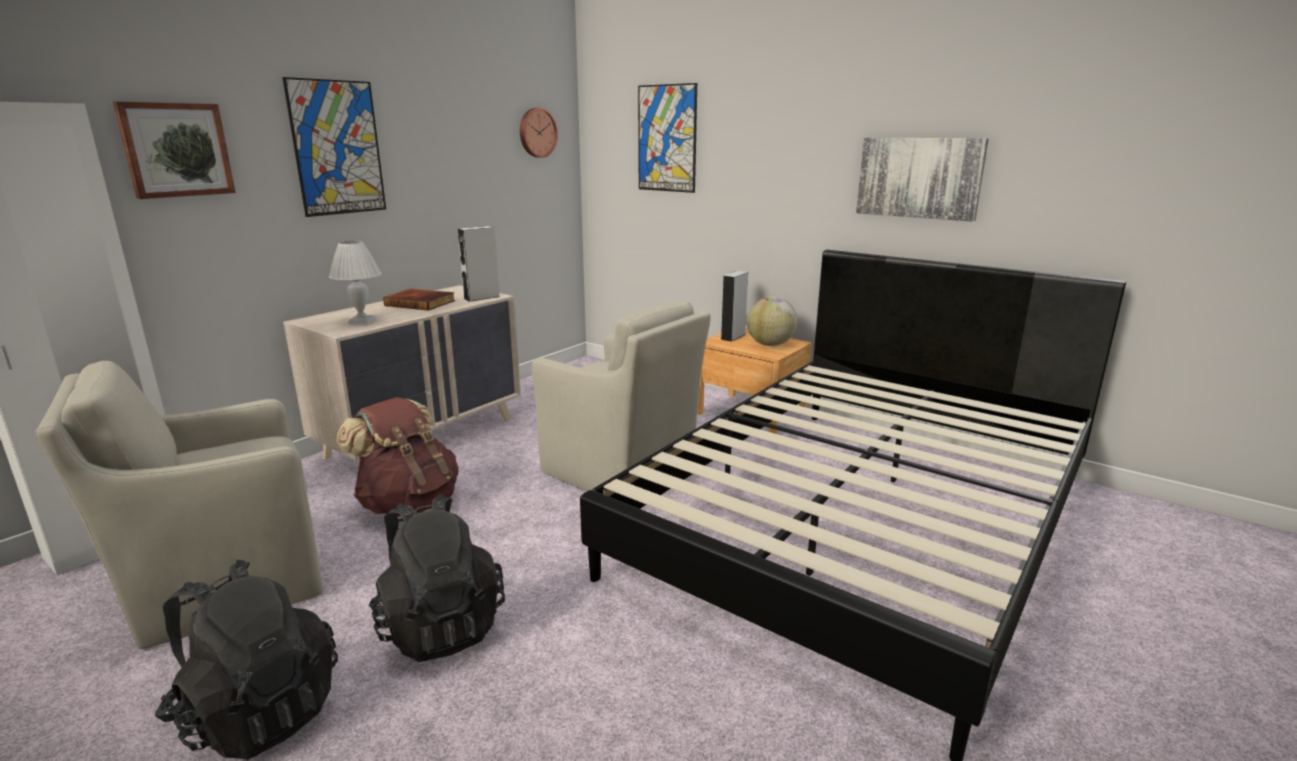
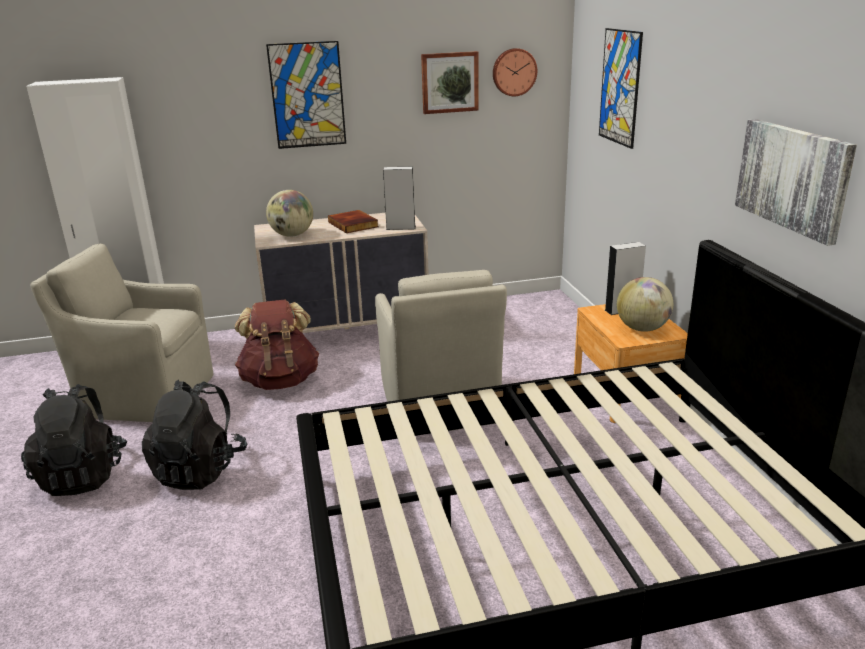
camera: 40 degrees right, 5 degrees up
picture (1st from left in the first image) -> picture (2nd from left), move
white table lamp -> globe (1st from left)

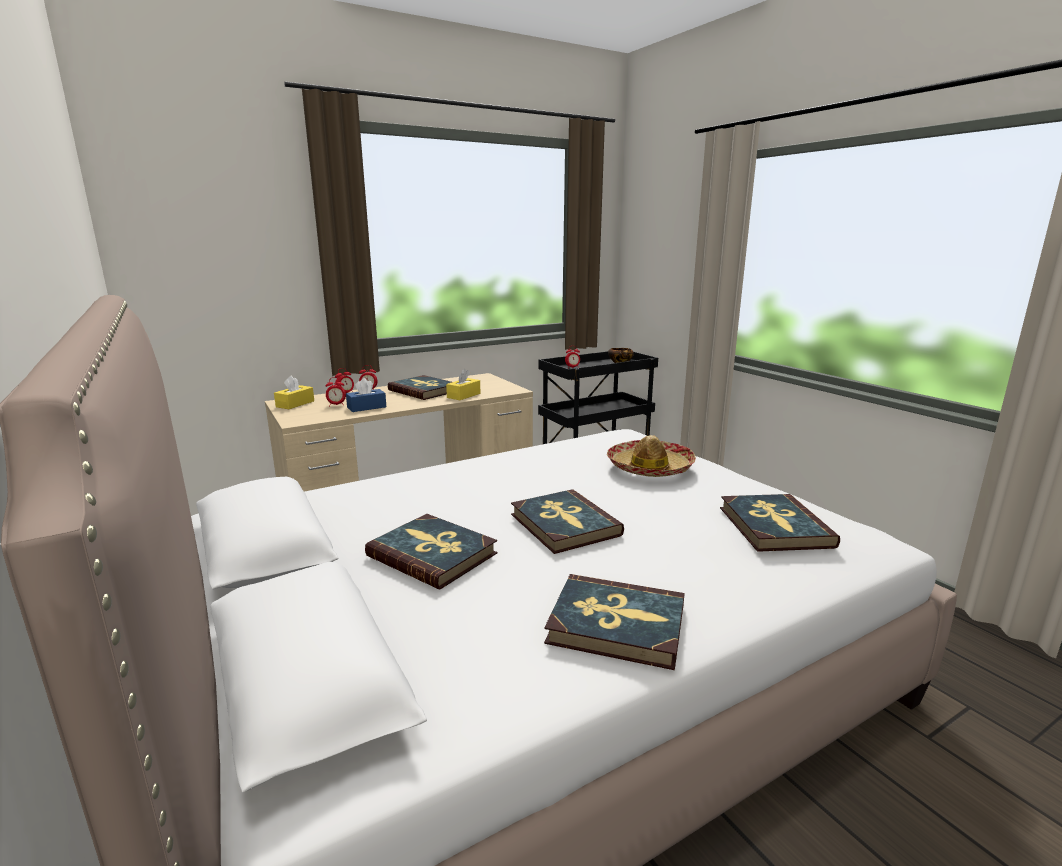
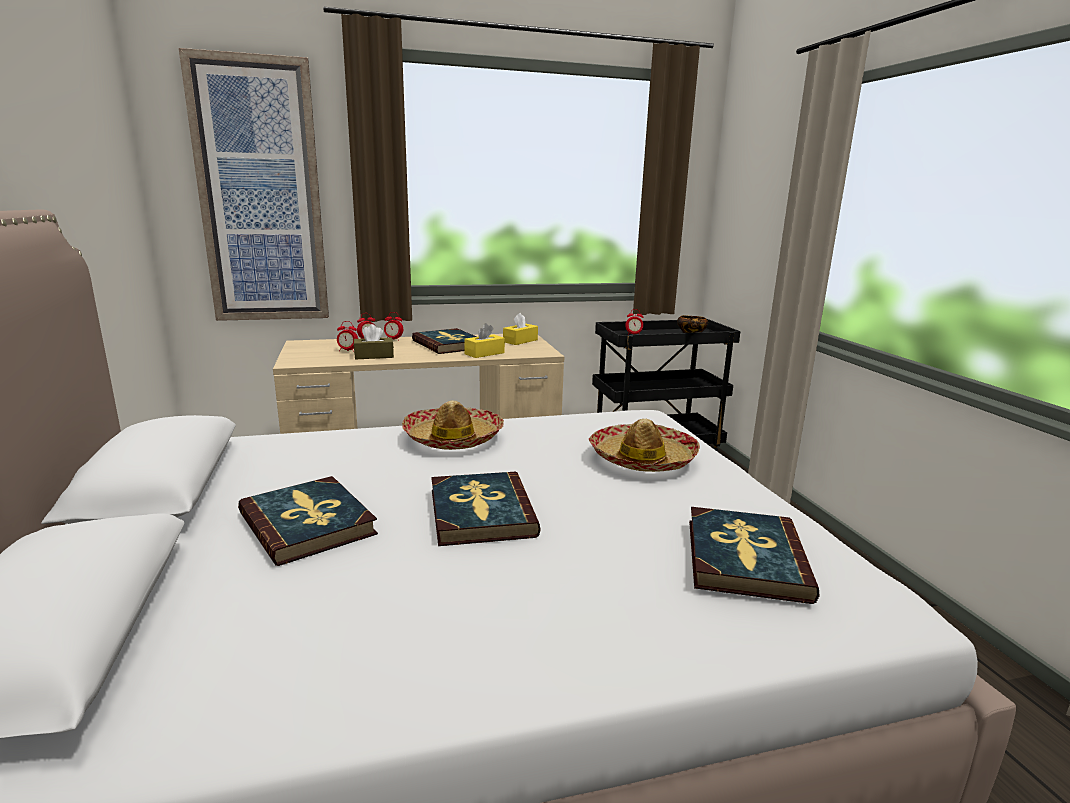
camera: 15 degrees right, 0 degrees up
yellow tissue box (1st from left in the first image) -> yellow tissue box (2nd from left), move
blue tissue box -> brown tissue box
book (4th from left) -> none
none -> picture
none -> hat (1st from left)

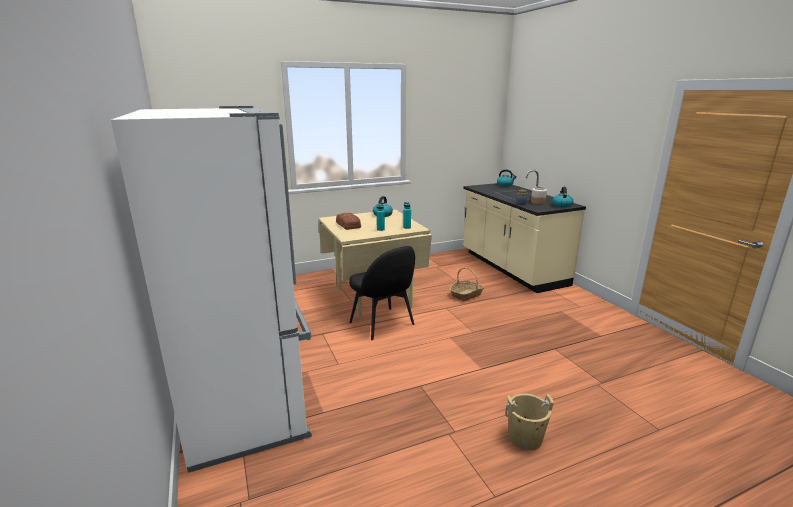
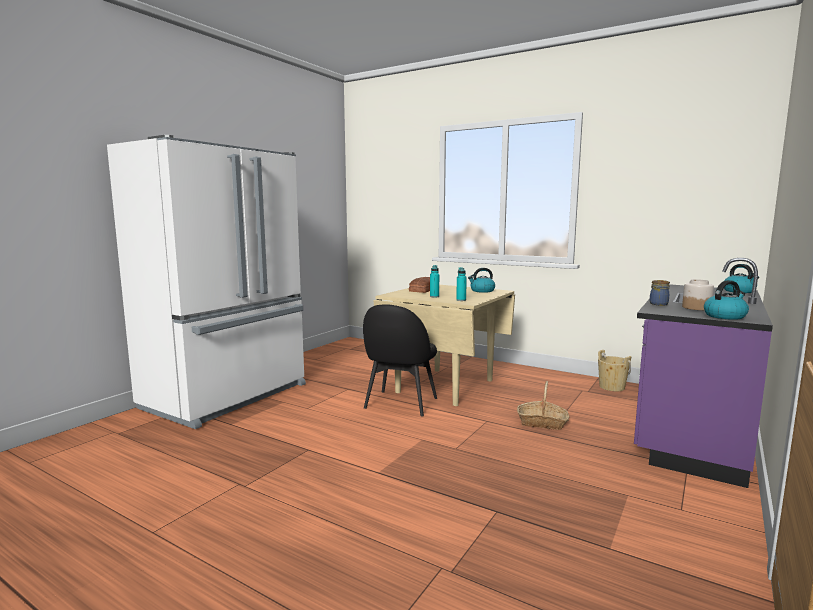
camera: 55 degrees right, 10 degrees down
beige counter -> purple counter
beige bucket, move

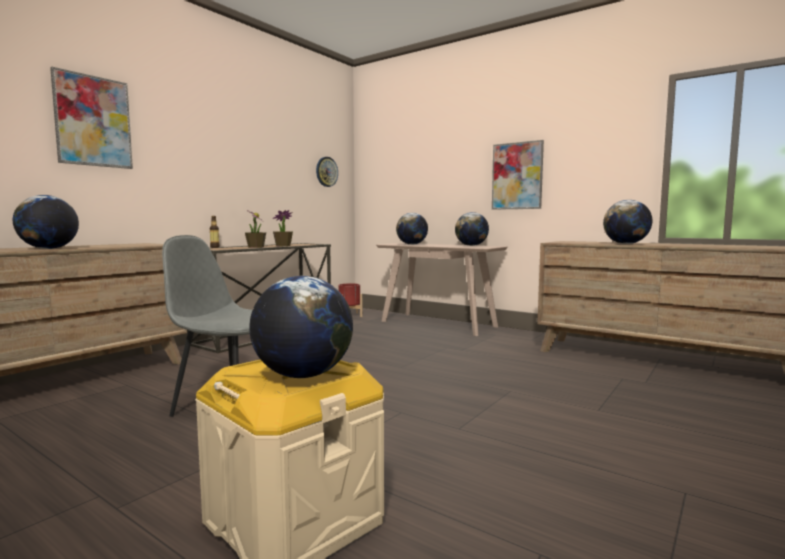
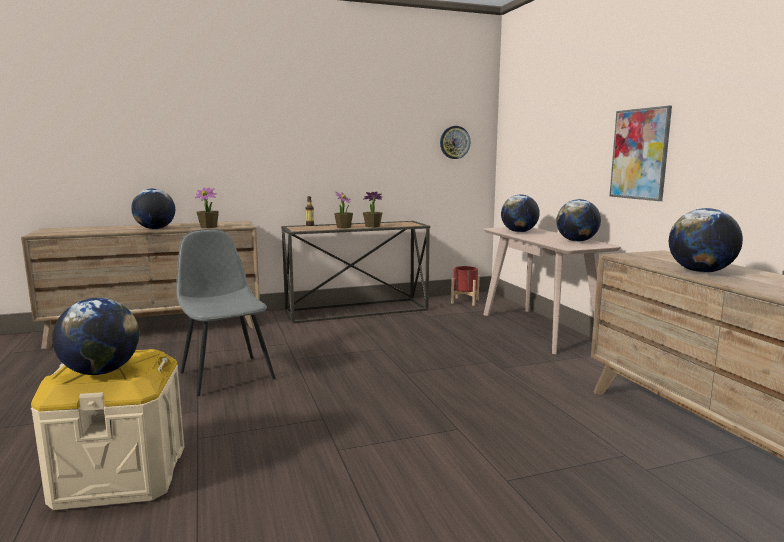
camera: 35 degrees right, 5 degrees up
picture (1st from left) -> none
none -> potted plant (1st from left)

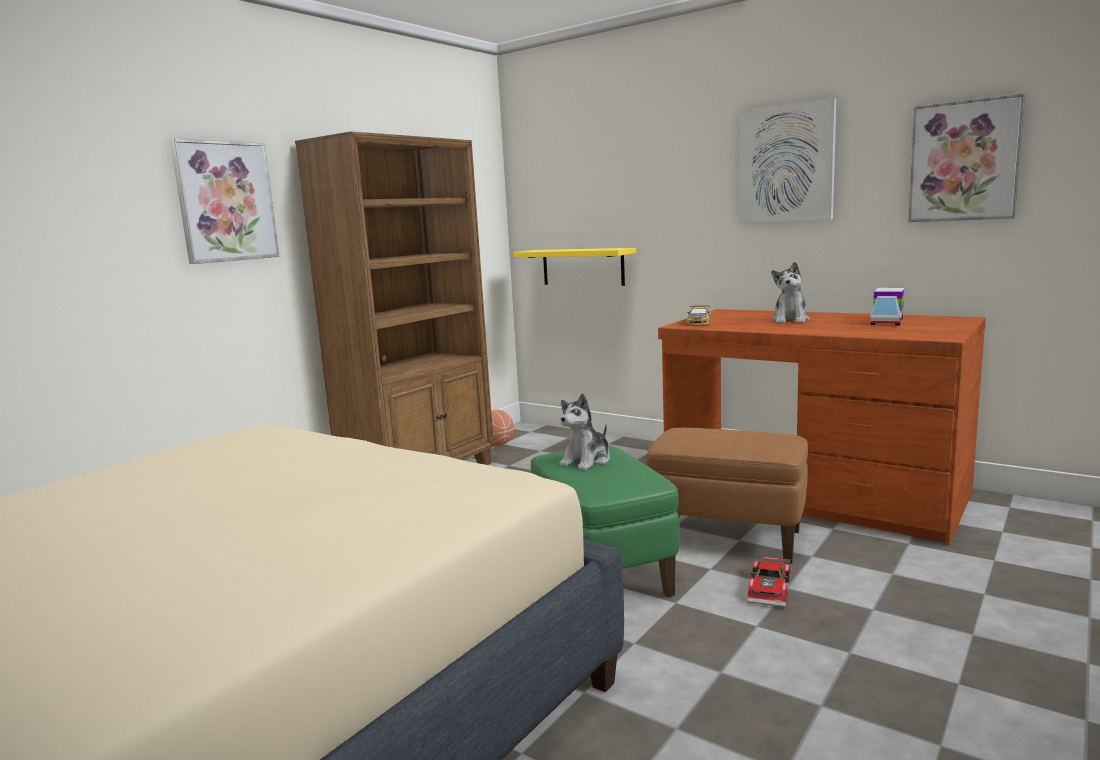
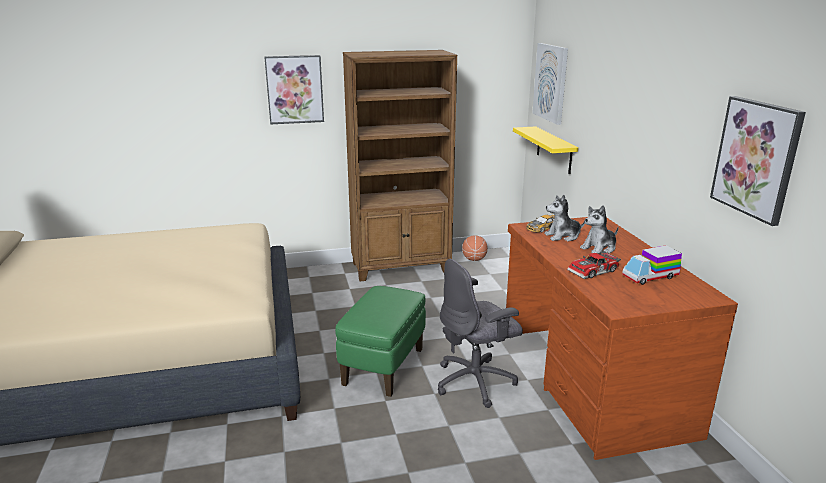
camera: 40 degrees right, 10 degrees up
plush toy (1st from left), move
brown ottoman -> grey office chair
picture (2nd from left), move
toy car (2nd from left), move

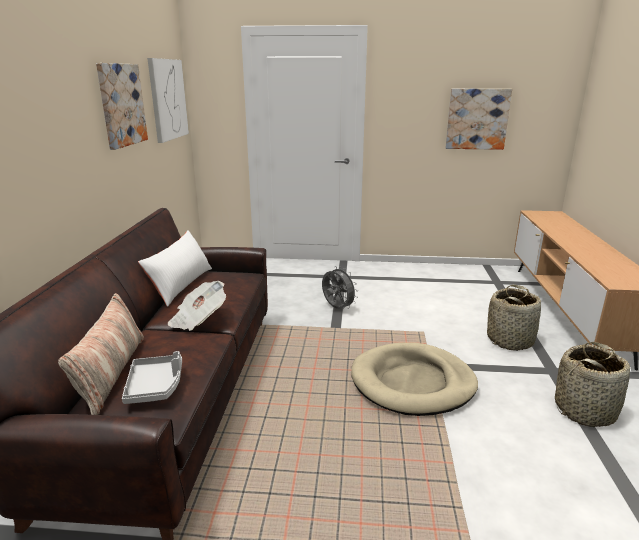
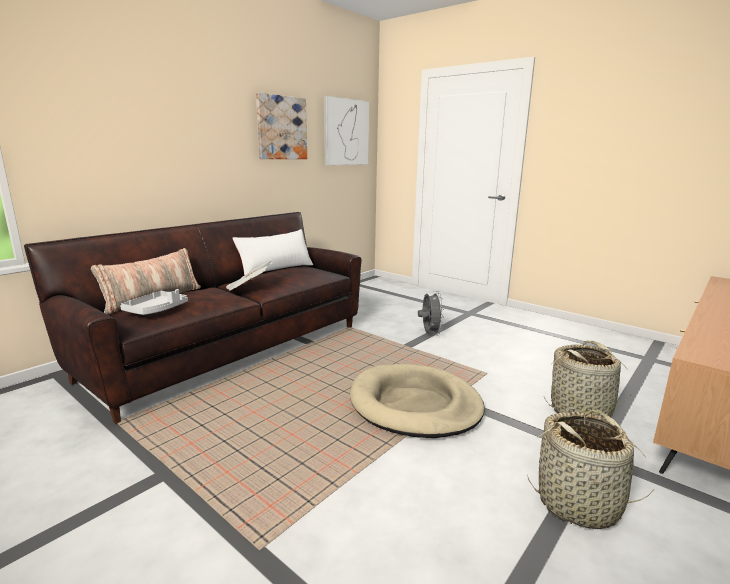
camera: 35 degrees right, 5 degrees down
picture (3rd from left) -> none

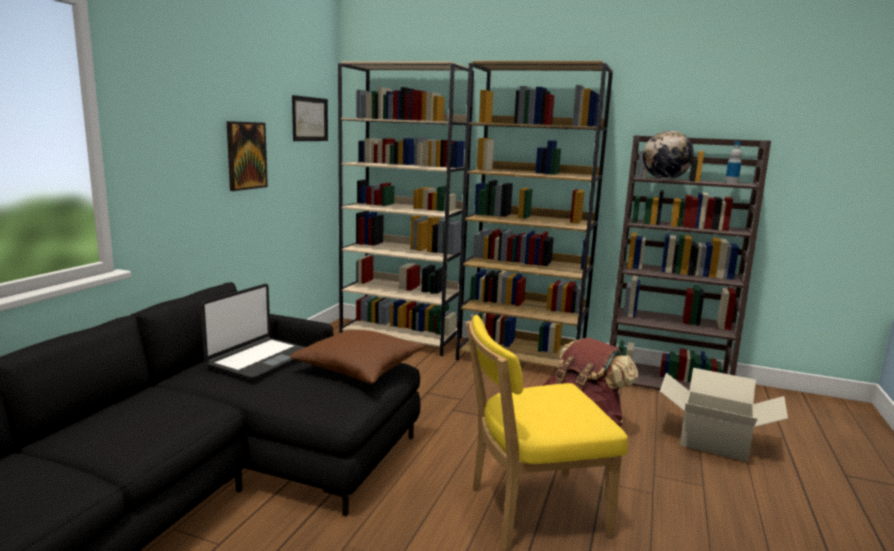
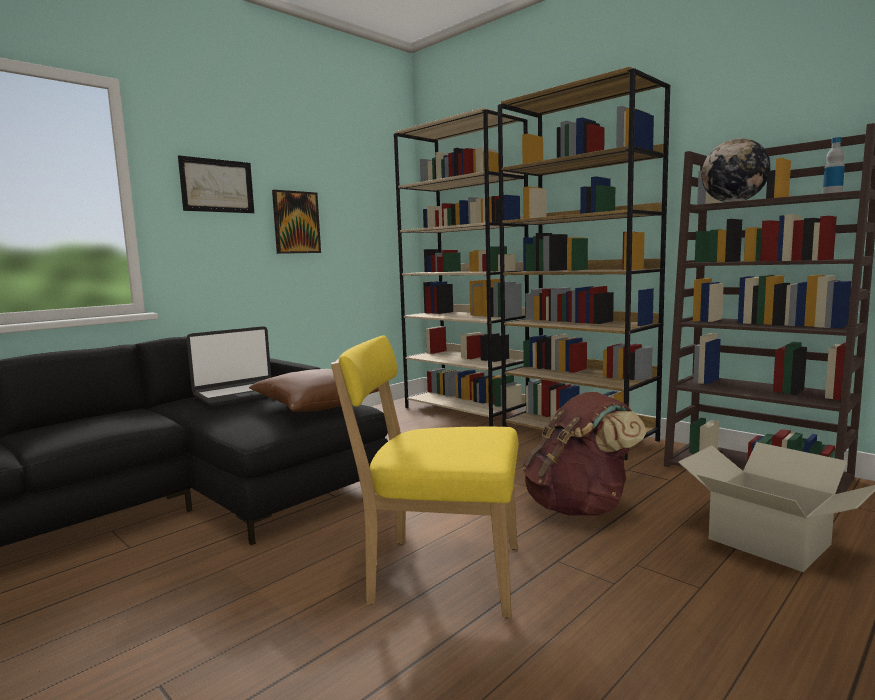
camera: 25 degrees right, 5 degrees down
picture (2nd from left in the first image) -> picture (1st from left), move

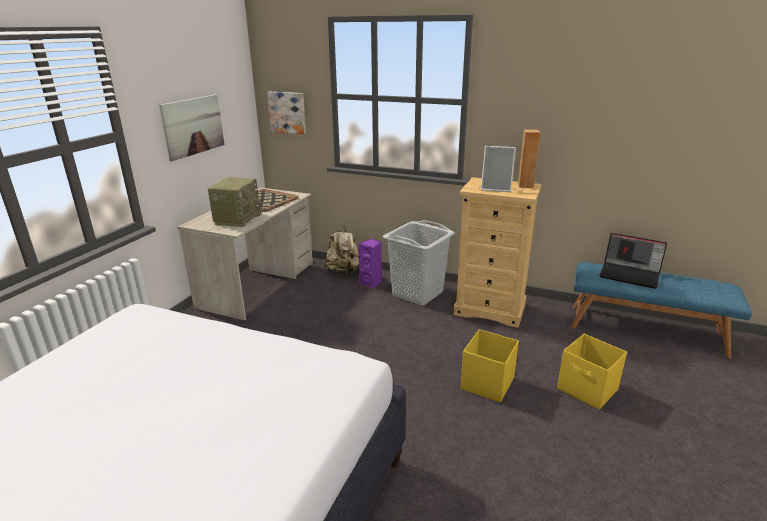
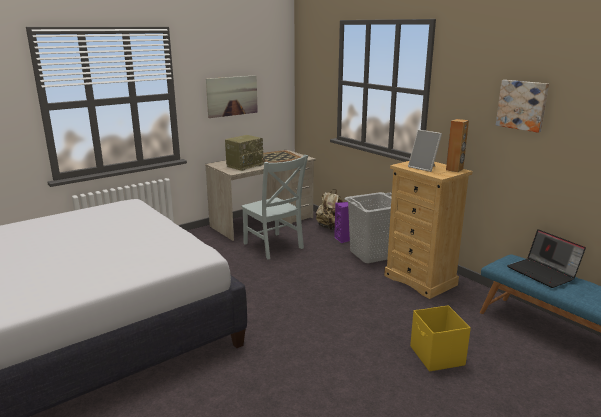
camera: 30 degrees right, 5 degrees down
picture (2nd from left), move
yellow storage box (1st from left) -> none
none -> grey chair

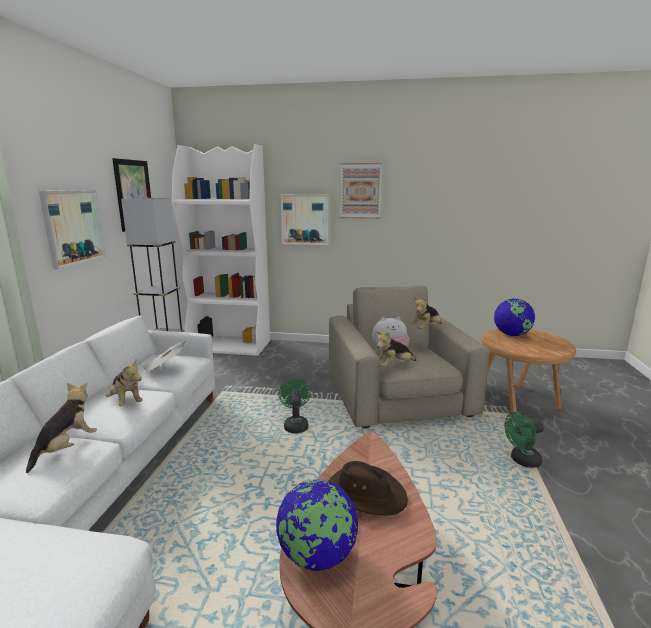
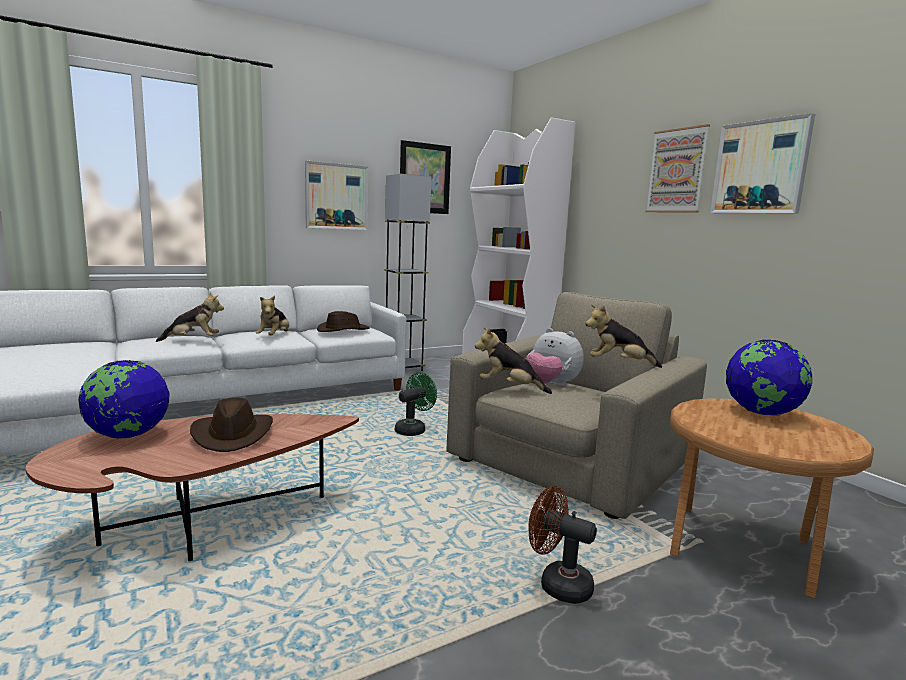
camera: 50 degrees right, 5 degrees down
newspaper -> brown hat (2nd from left)
picture (3rd from left in the first image) -> picture (4th from left), move
green fan (2nd from left) -> brown fan

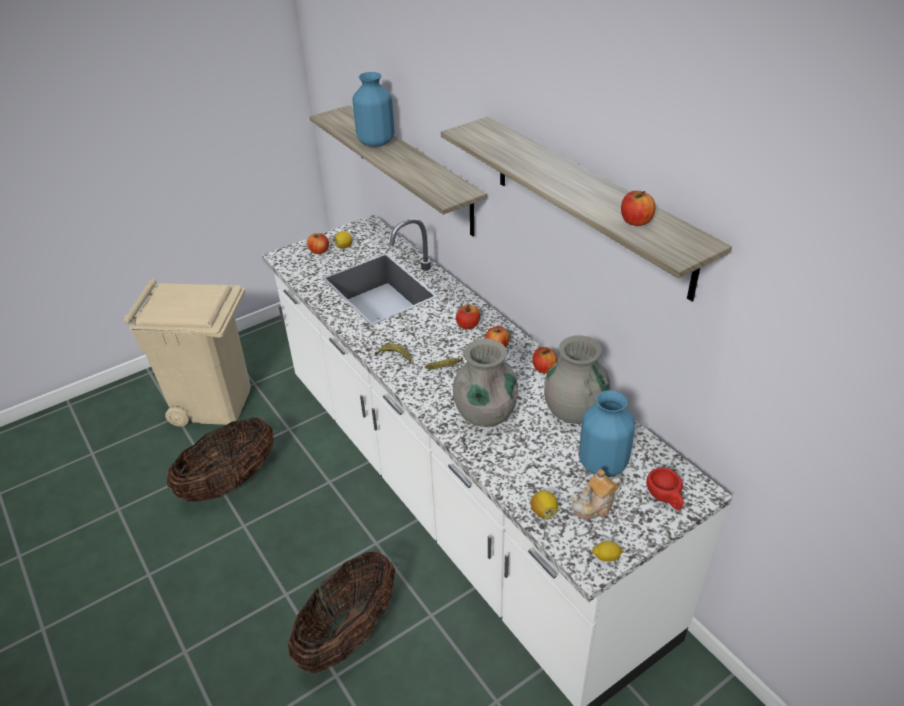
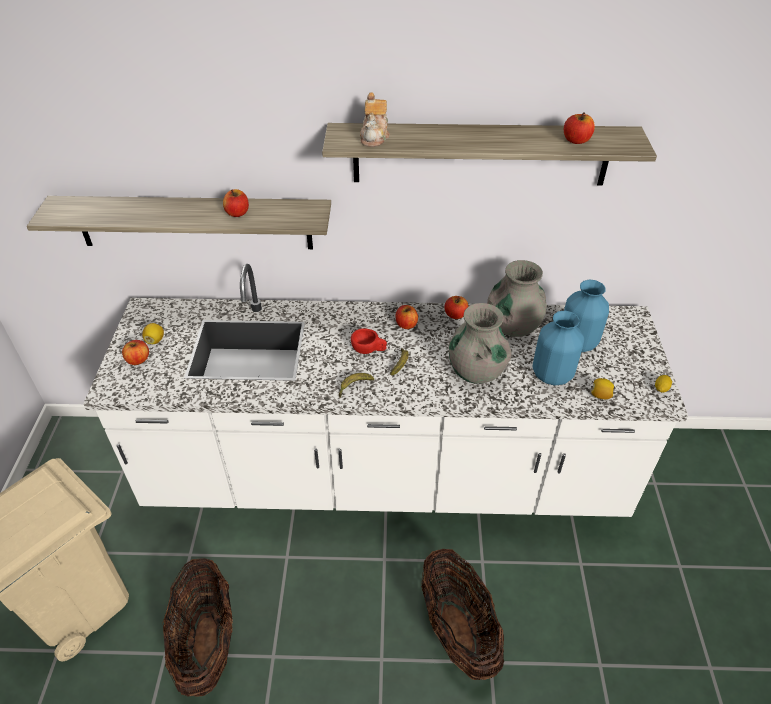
camera: 55 degrees left, 5 degrees up
blue vase (1st from left), move
apple (2nd from left), move
teapot, move
red cup, move

